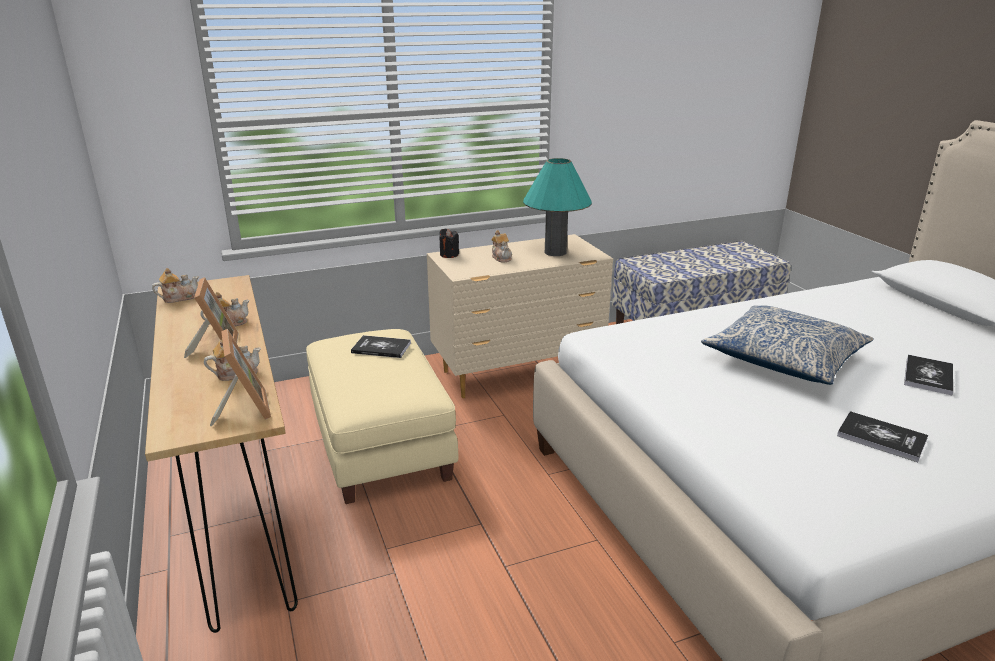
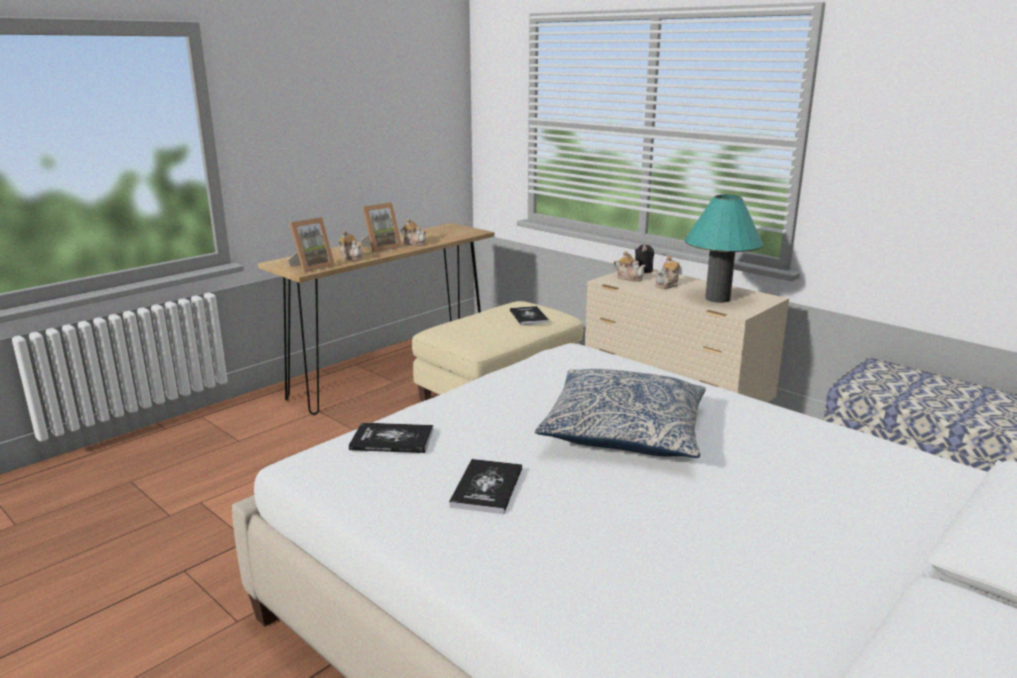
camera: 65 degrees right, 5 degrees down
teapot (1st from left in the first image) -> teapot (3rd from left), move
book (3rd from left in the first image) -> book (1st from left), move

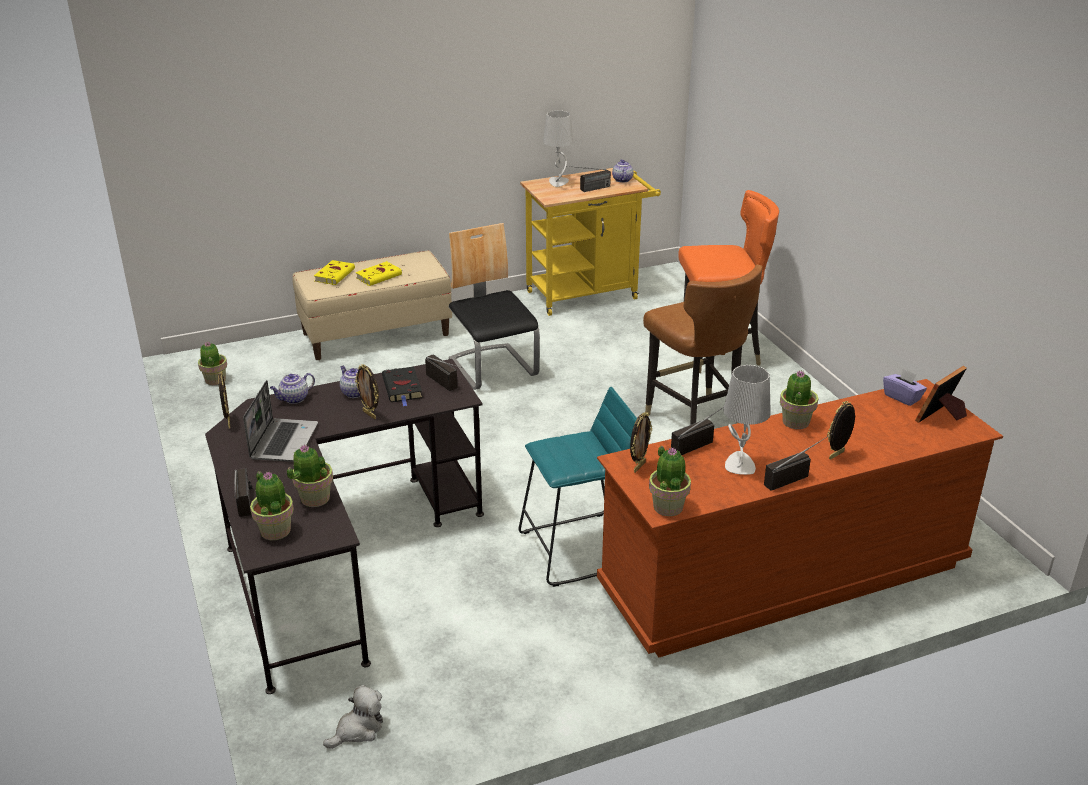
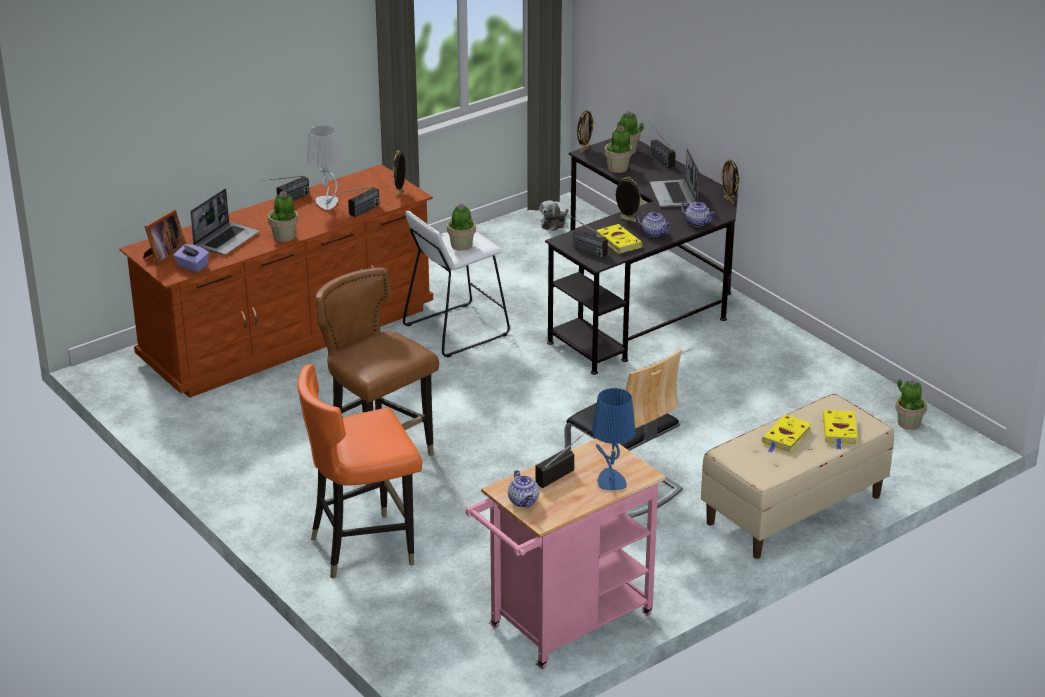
camera: 165 degrees right, 0 degrees up
teapot (1st from left in the first image) -> teapot (3rd from left), 90 degrees clockwise
black book -> yellow book (1st from left)
turquoise stool -> white stool
yellow cart -> pink cart
grey table lamp (1st from left) -> blue table lamp
potted plant (4th from left in the first image) -> potted plant (2nd from left), move
picture frame (4th from left in the first image) -> picture frame (3rd from left), move
none -> laptop (1st from left)

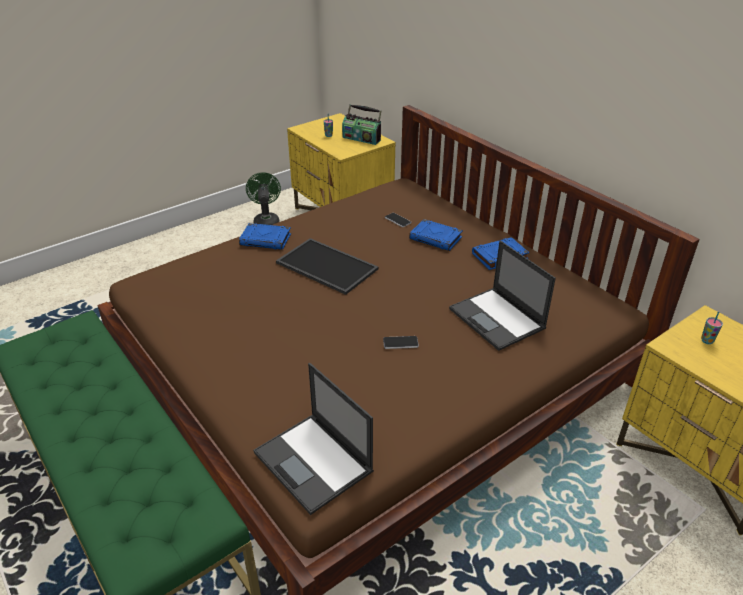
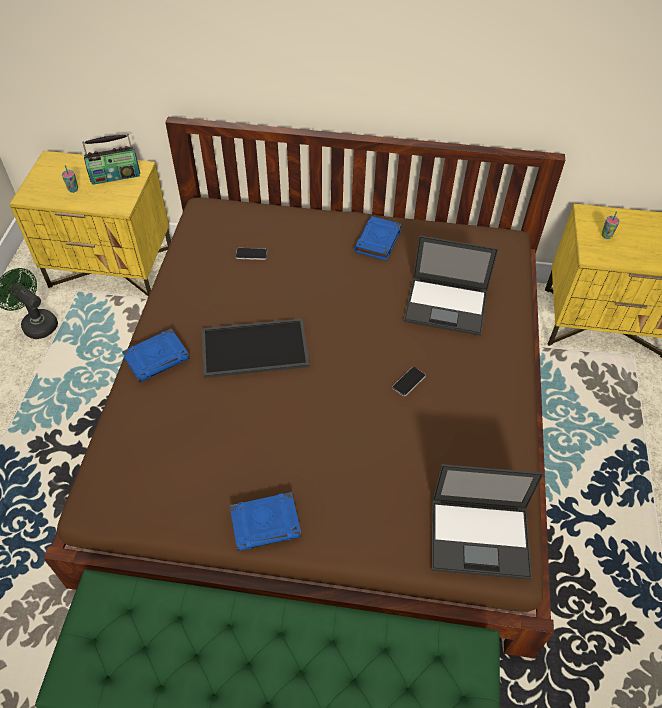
camera: 45 degrees left, 15 degrees up
blue book (2nd from left), move

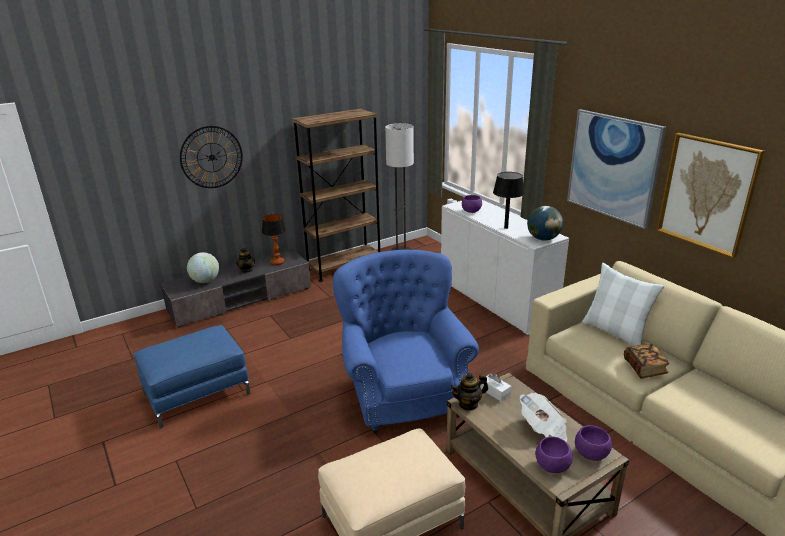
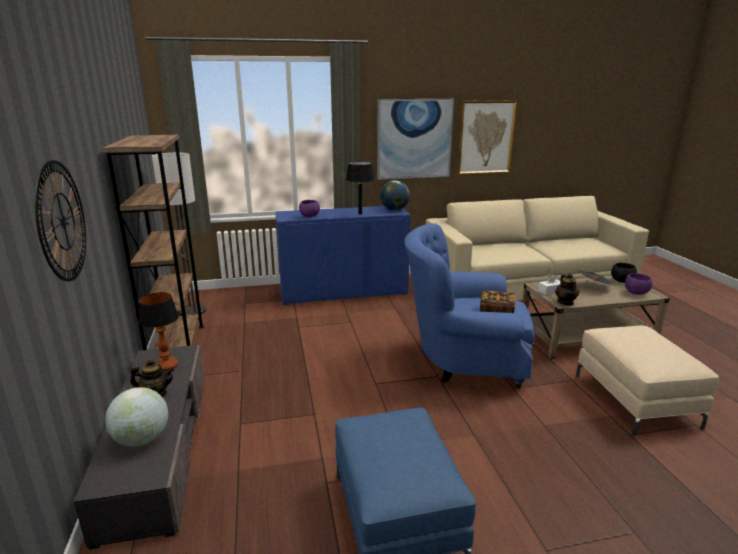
camera: 70 degrees left, 5 degrees down
white cabinet -> blue cabinet
purple bowl (3rd from left) -> black bowl
white pillow -> none
book, move

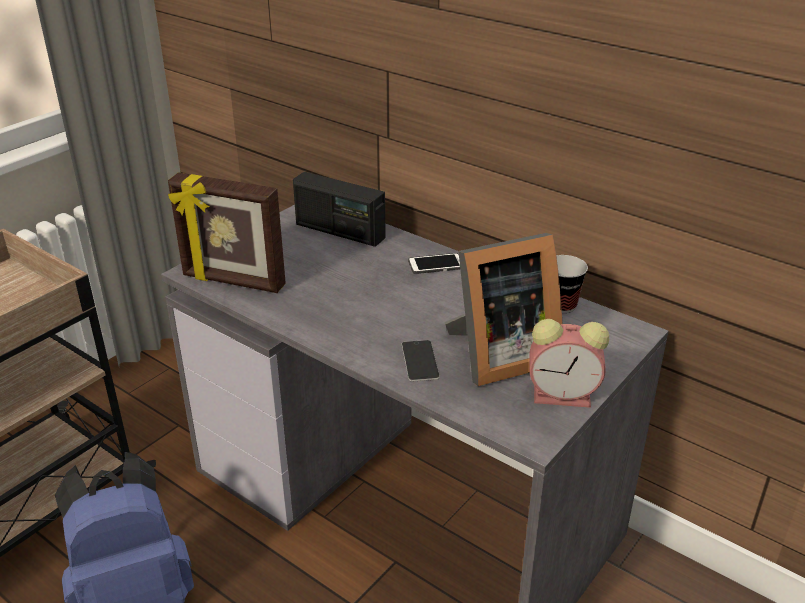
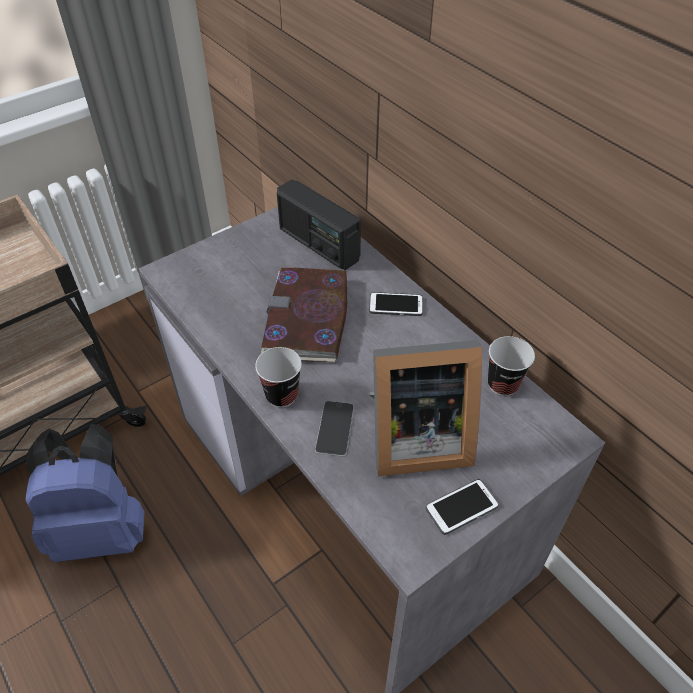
camera: 15 degrees right, 15 degrees up
picture frame (1st from left) -> none
alarm clock -> phone (3rd from left)
none -> cup (1st from left)
none -> book

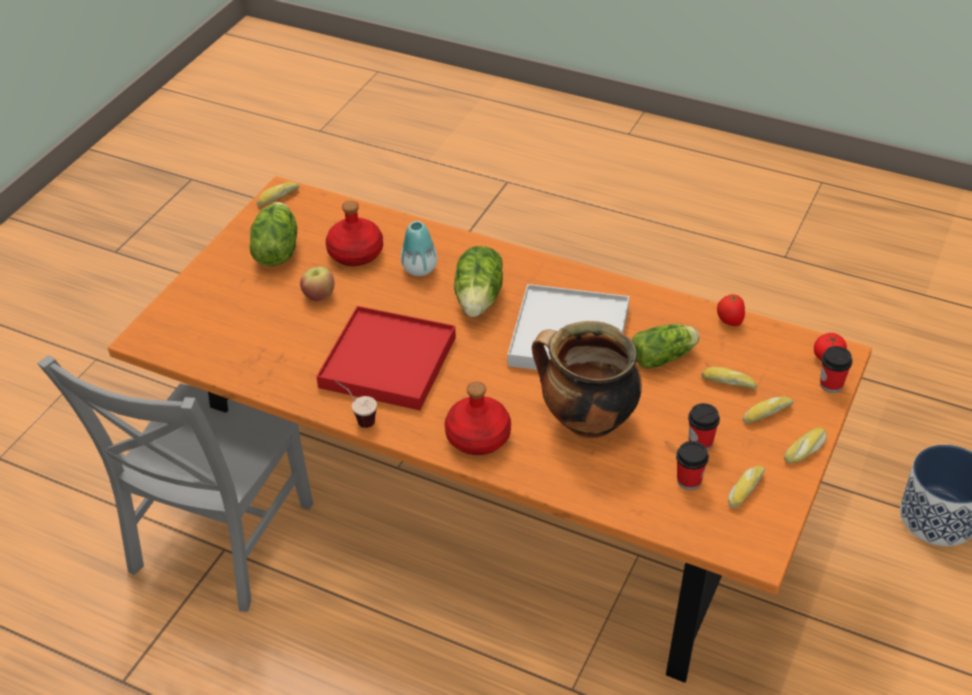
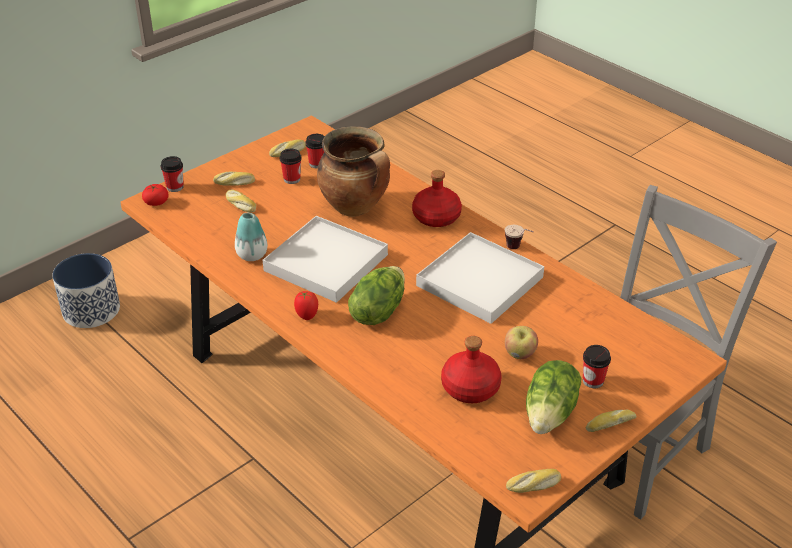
camera: 160 degrees left, 5 degrees down
red tray -> white tray (2nd from left)
vase, move
lettuce (3rd from left) -> none
tomato (1st from left in the first image) -> tomato (2nd from left), move
bread (5th from left), move
none -> cup (5th from left)

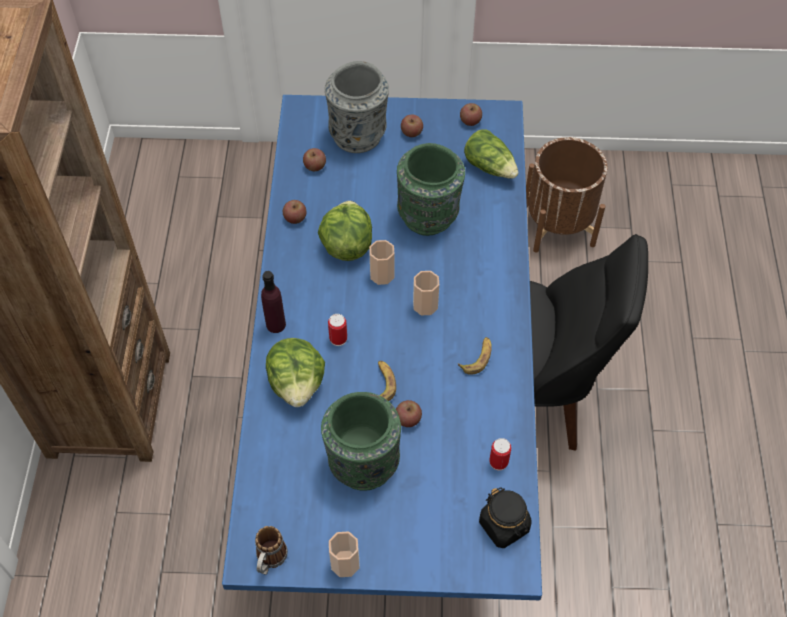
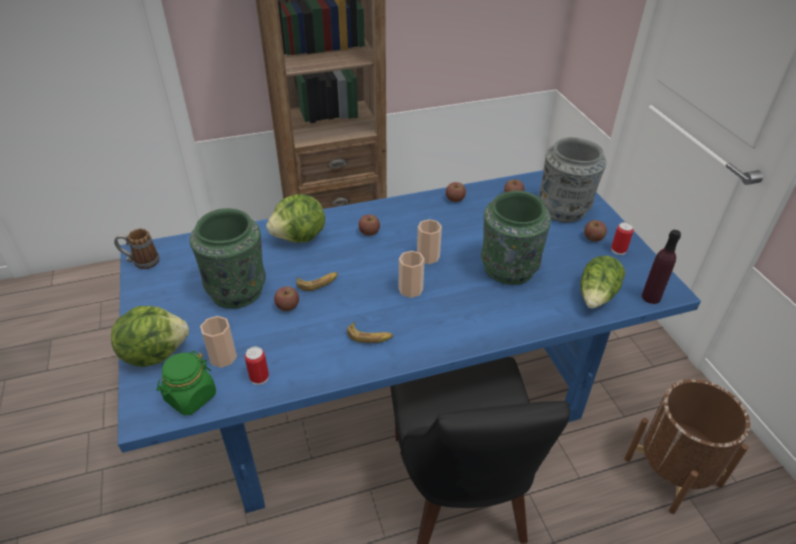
camera: 70 degrees right, 15 degrees down
purple bottle, move
lettuce (2nd from left in the first image) -> lettuce (1st from left), move
can (1st from left in the first image) -> can (2nd from left), move
cup (1st from left), move
apple (5th from left in the first image) -> apple (2nd from left), move
black jar -> green jar

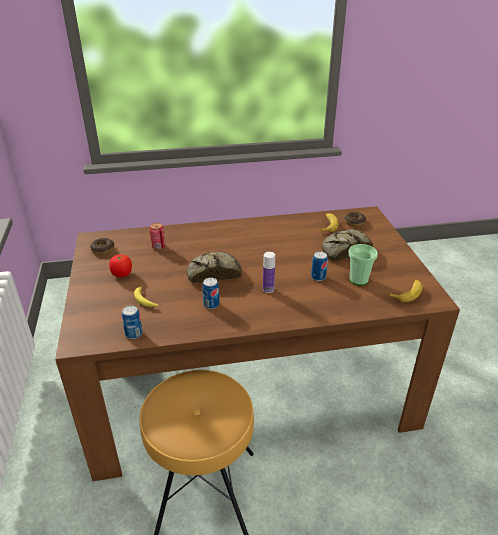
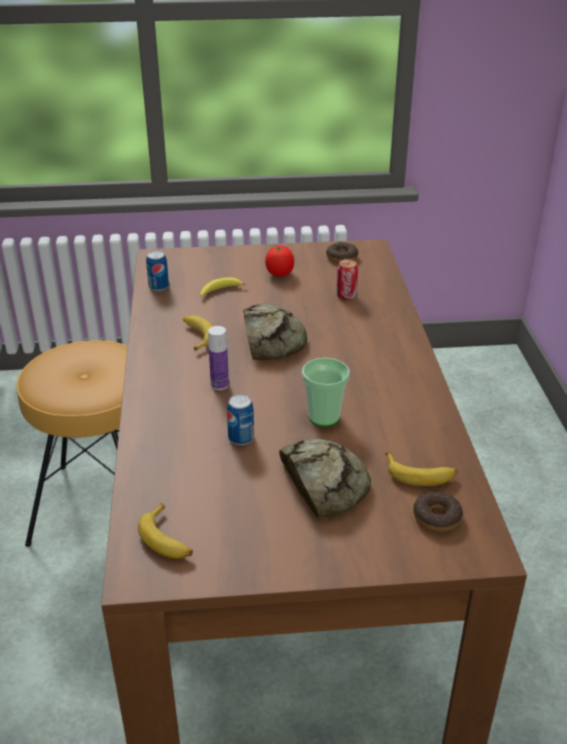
camera: 95 degrees right, 0 degrees up
can (3rd from left) -> banana (2nd from left)
cup, move

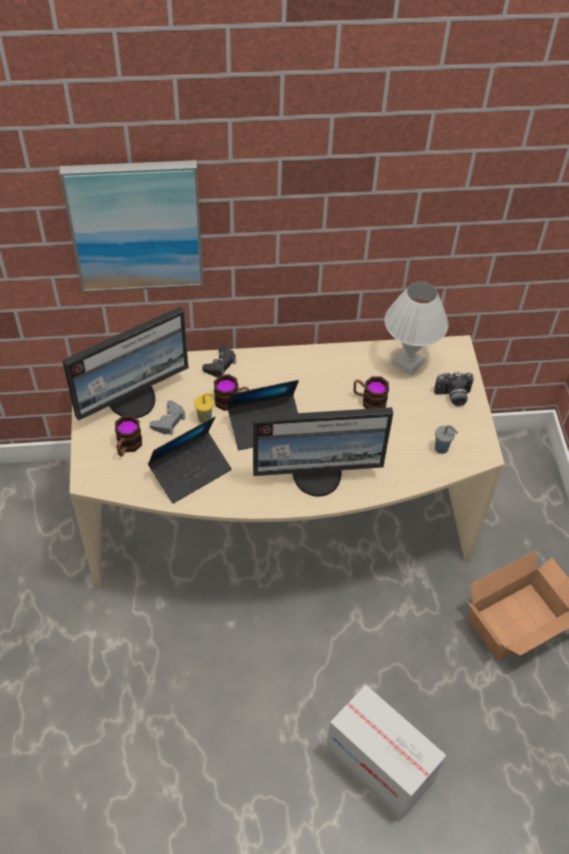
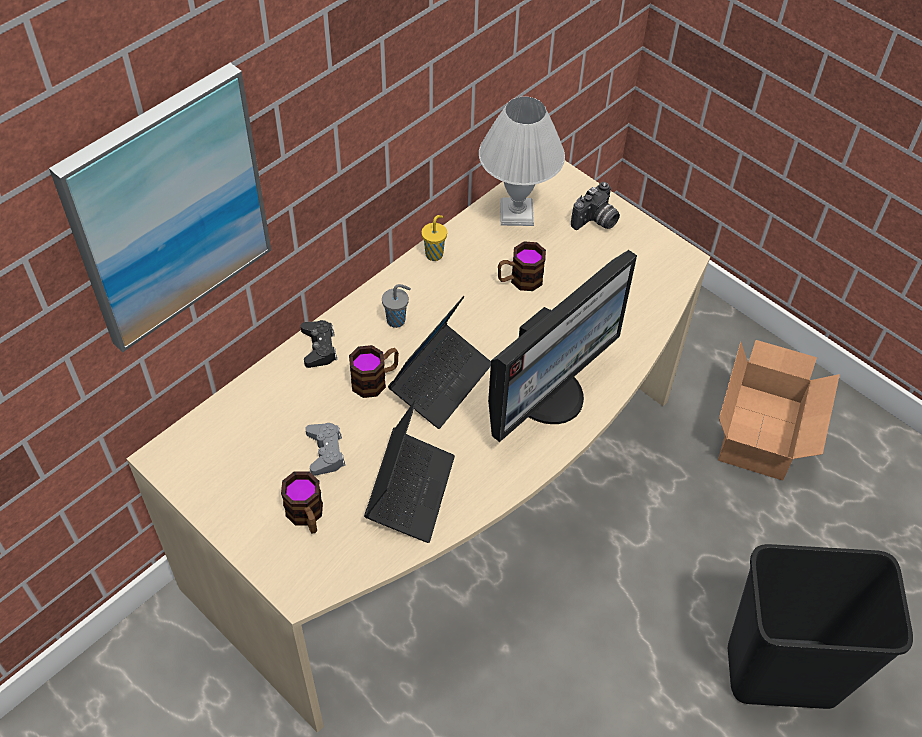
camera: 40 degrees left, 0 degrees up
monitor (1st from left) -> none
yellow cup, move
cardboard box (1st from left) -> black trash can
grey cup, move

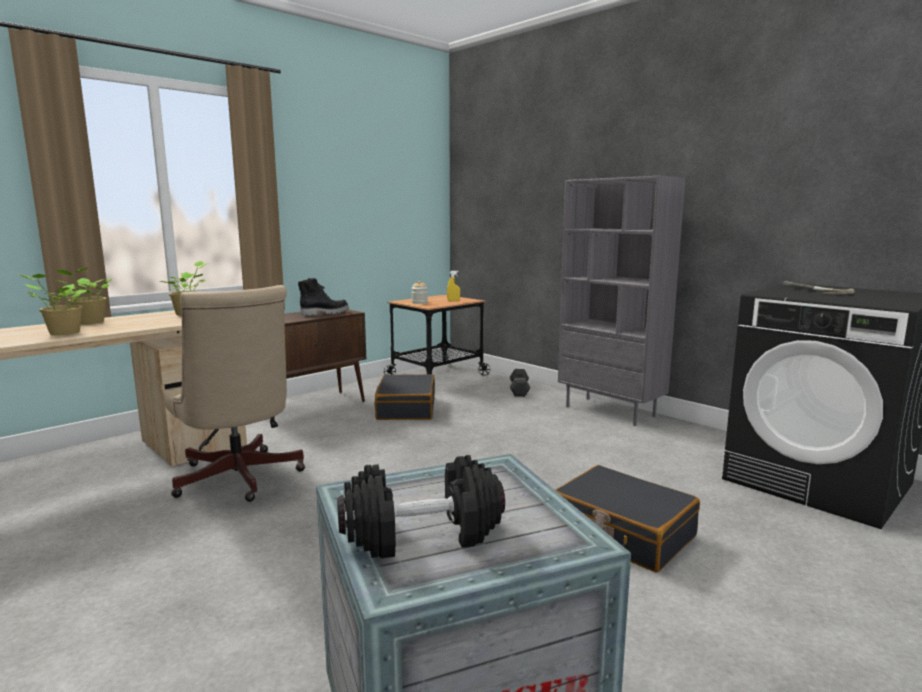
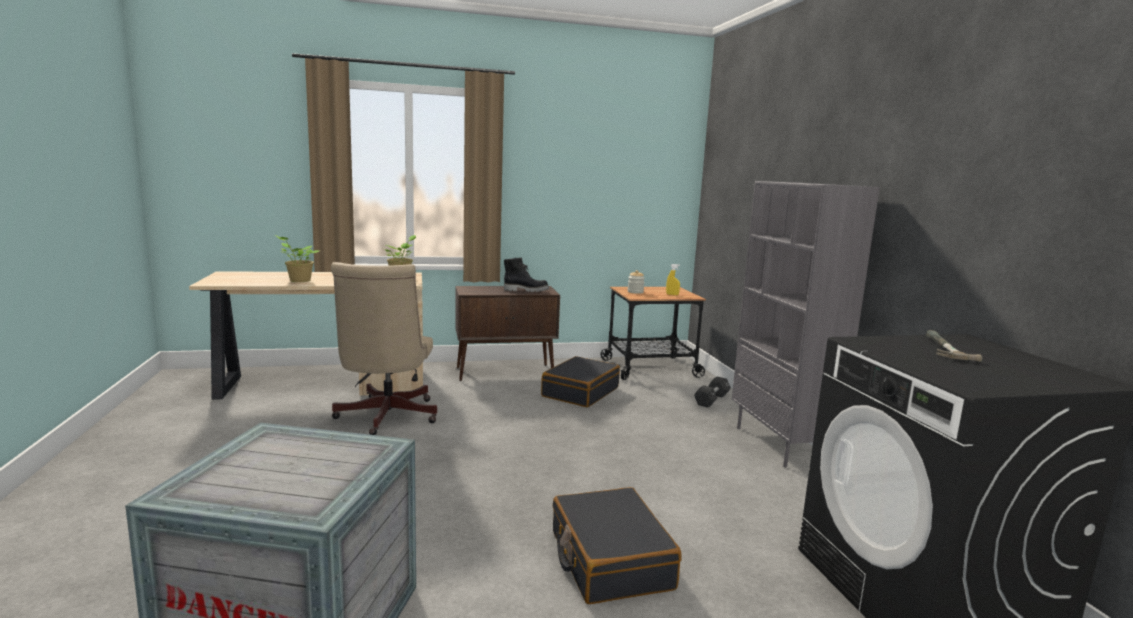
camera: 30 degrees right, 0 degrees up
potted plant (2nd from left) -> none
black dumbbell (1st from left) -> none

